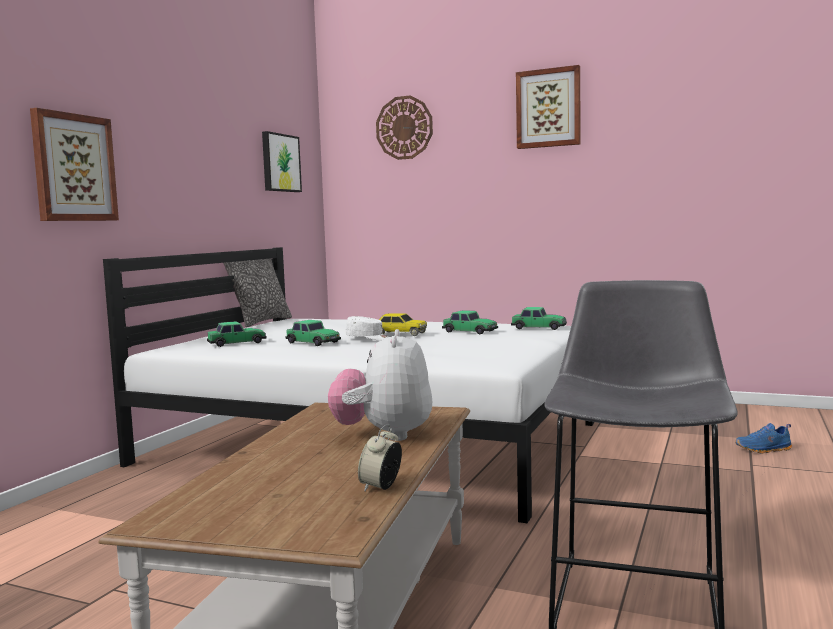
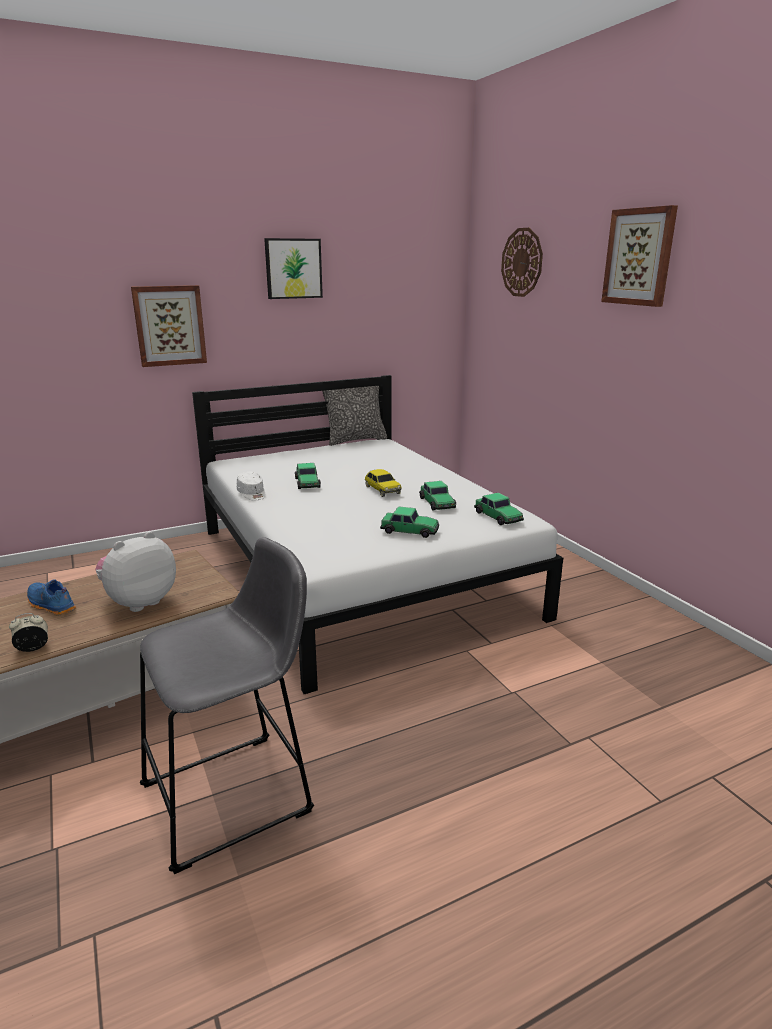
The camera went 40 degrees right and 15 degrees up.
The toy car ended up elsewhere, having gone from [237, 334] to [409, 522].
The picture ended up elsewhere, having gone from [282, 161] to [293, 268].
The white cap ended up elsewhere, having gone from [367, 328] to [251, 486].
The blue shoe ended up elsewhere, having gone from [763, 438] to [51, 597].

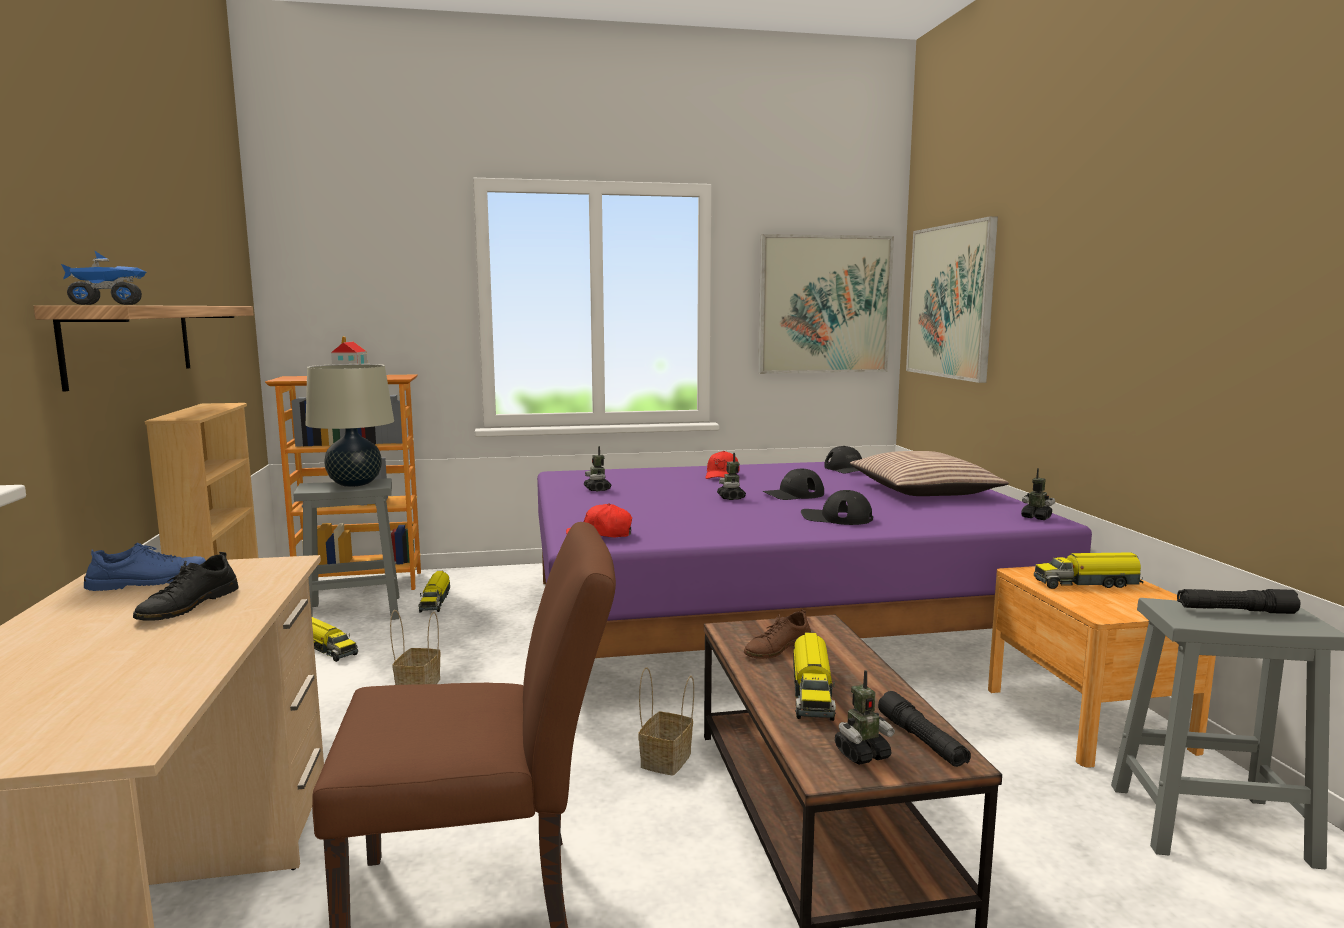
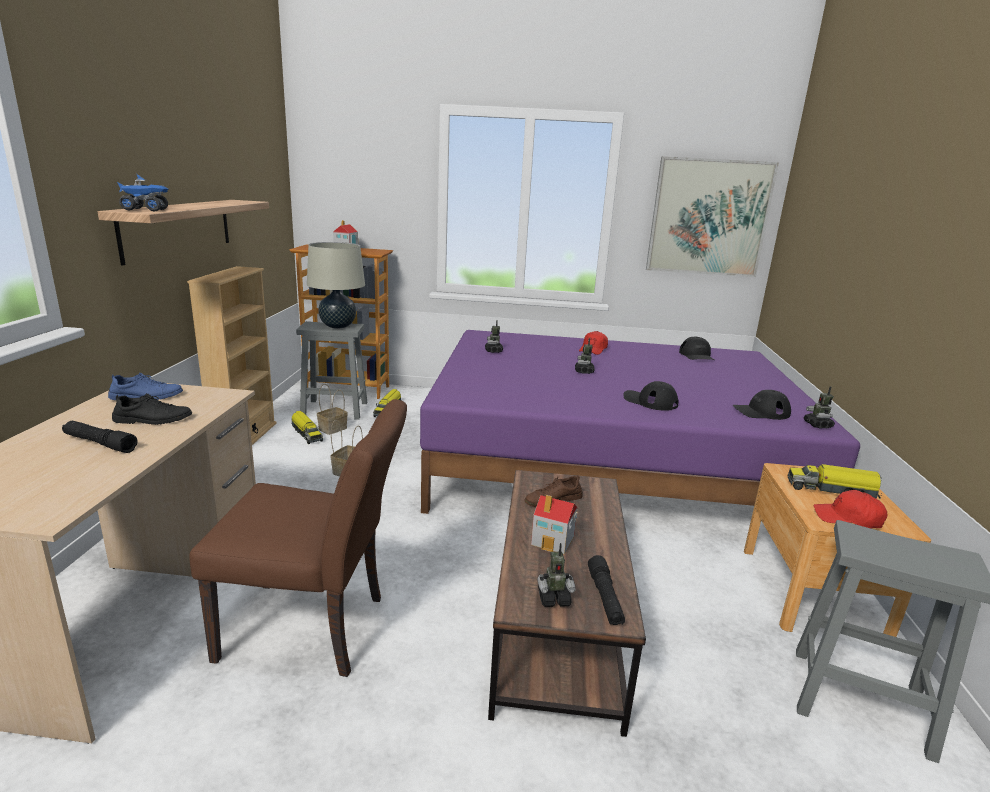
The camera went 15 degrees right and 10 degrees up.
The second view lost the pillow at [929, 473].
The second view lost the picture at [952, 299].
The red cap ended up elsewhere, having gone from [599, 520] to [850, 509].
The basket ended up elsewhere, having gone from [666, 721] to [332, 409].
The black cap ended up elsewhere, having gone from [793, 484] to [762, 405].
The black flashlight ended up elsewhere, having gone from [1239, 601] to [100, 437].
Where the toy truck stood at [814, 676], the toy house came to stand at [554, 524].
The black shoe at [186, 586] ended up facing another way, 135 degrees counterclockwise from before.
The toy robot at [1038, 494] ended up facing another way, 150 degrees counterclockwise from before.

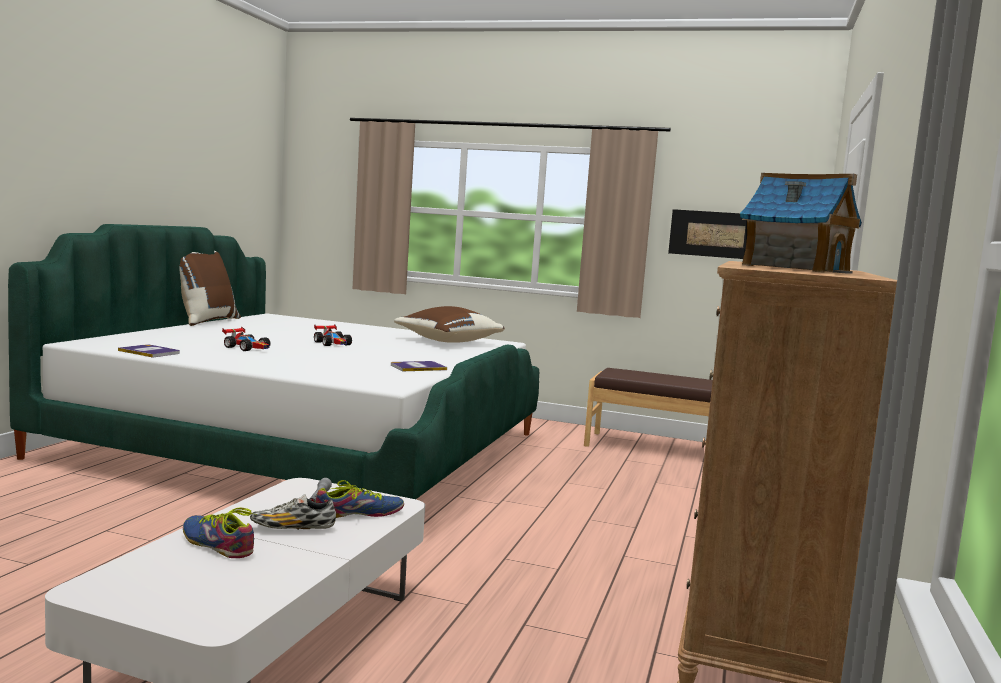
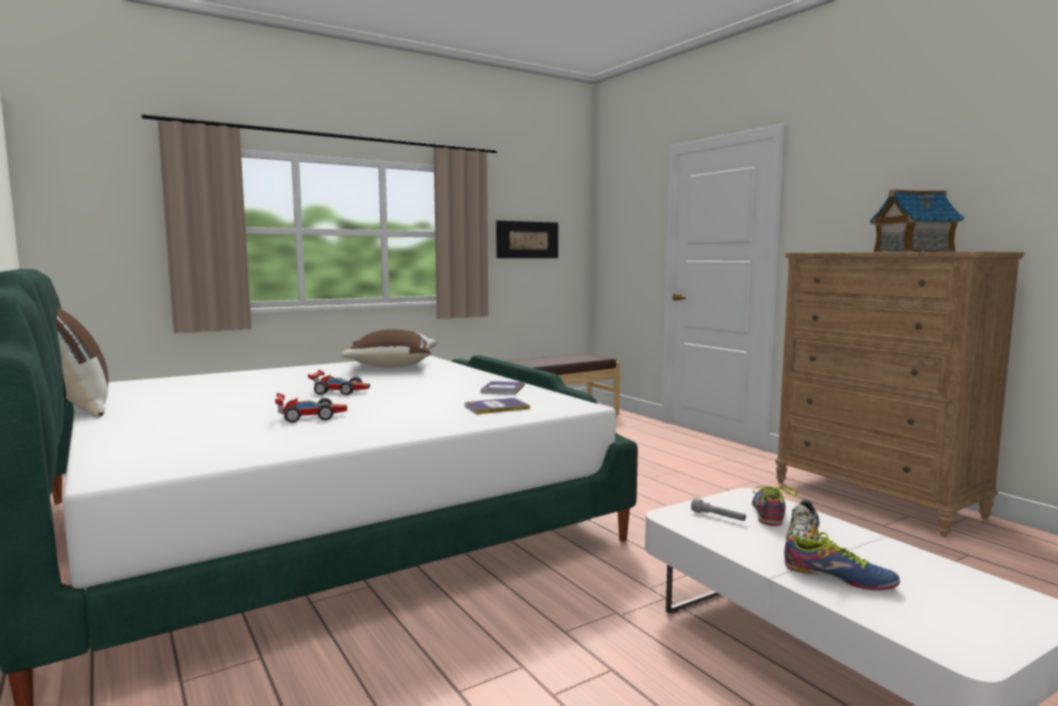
The camera went 50 degrees left and 0 degrees up.
The book ended up elsewhere, having gone from [149, 351] to [497, 406].
The shoe at [220, 532] ended up facing another way, 135 degrees counterclockwise from before.

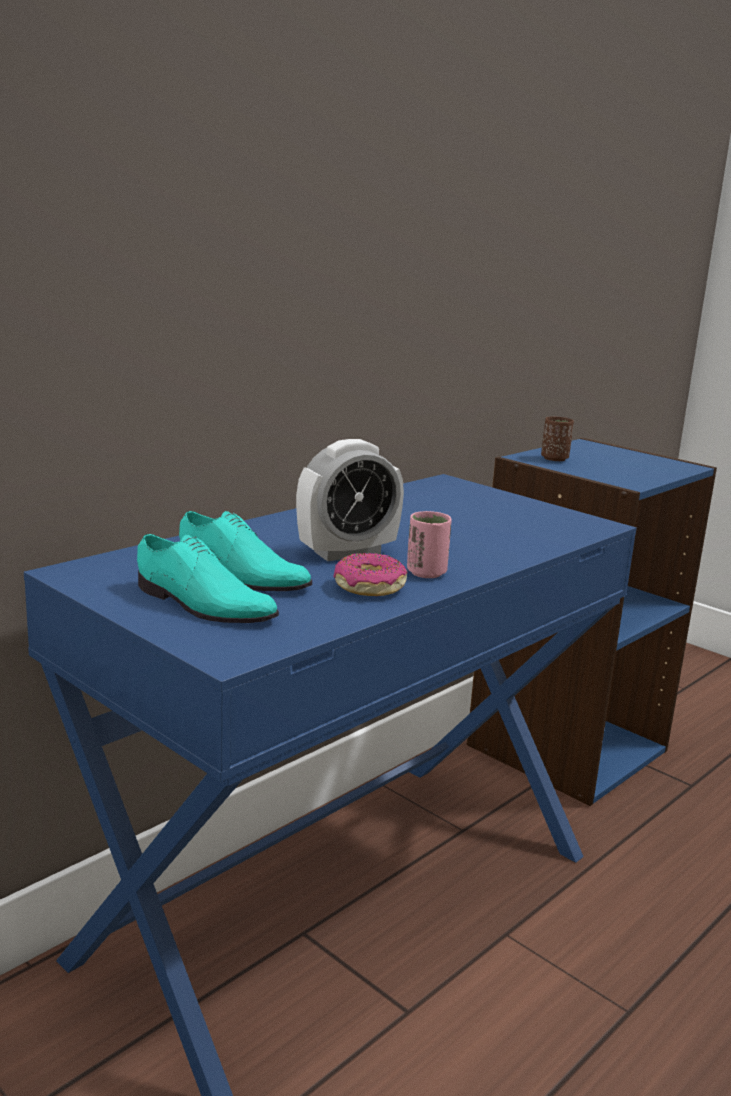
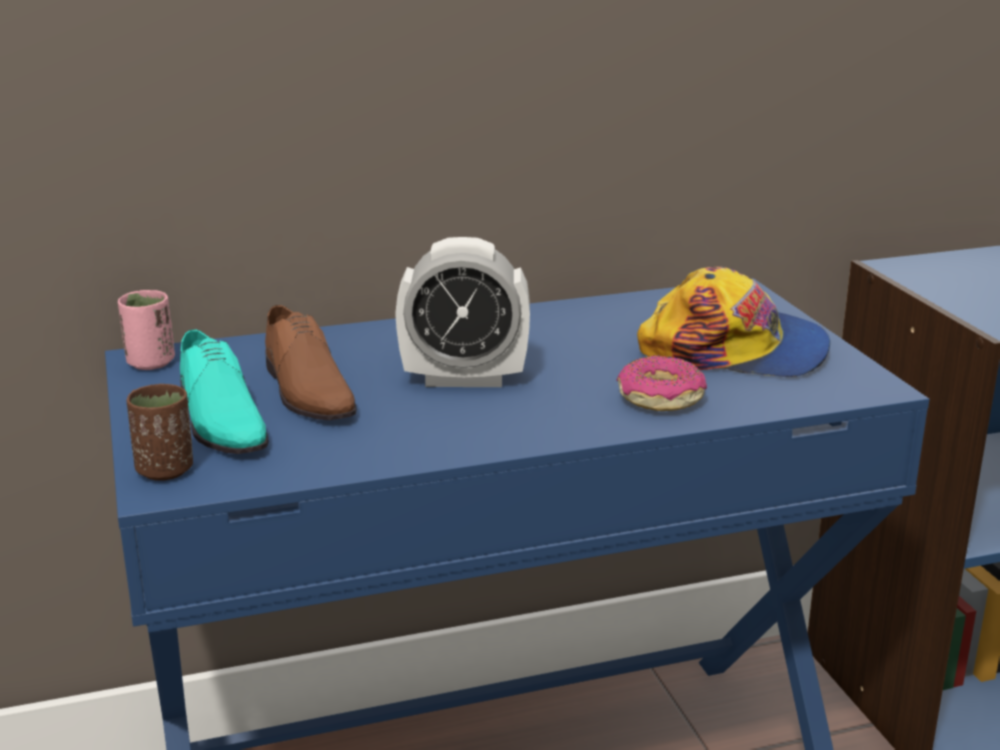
The camera went 30 degrees right and 5 degrees up.
The second view gained the cap at [733, 321].
The donut ended up elsewhere, having gone from [370, 574] to [662, 383].
The pink cup ended up elsewhere, having gone from [429, 544] to [146, 330].
The brown cup ended up elsewhere, having gone from [557, 438] to [159, 432].
What was the turquoise shoe at [245, 551] turned into the brown shoe at [311, 362].

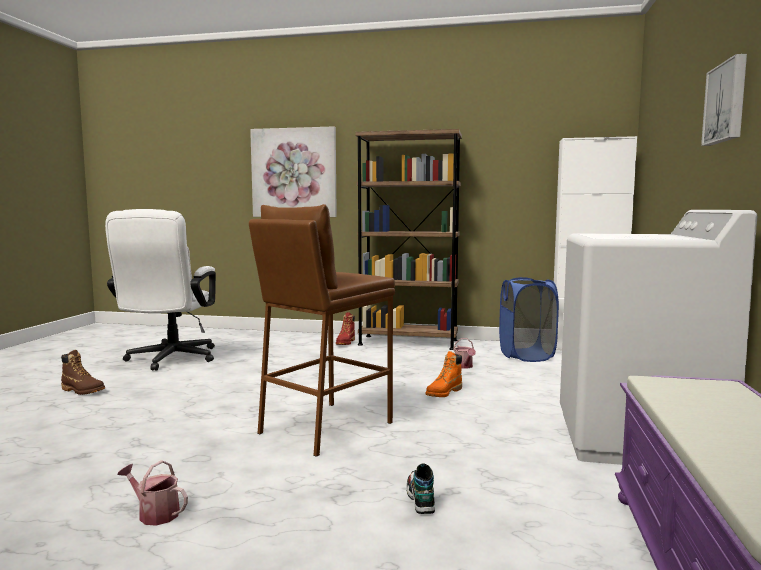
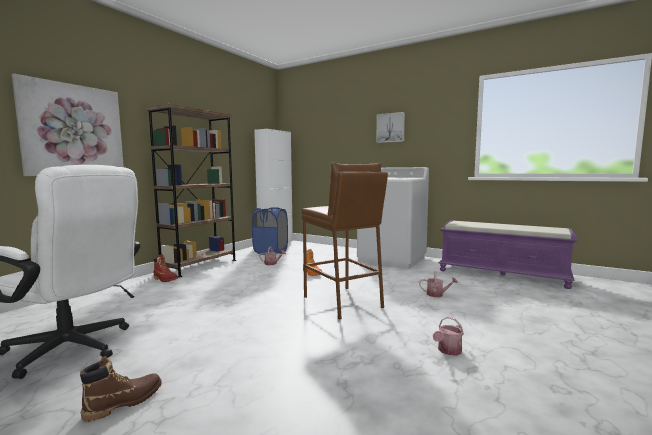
The camera went 70 degrees left and 0 degrees up.
Where the shoe stood at [420, 488], the watering can came to stand at [438, 284].

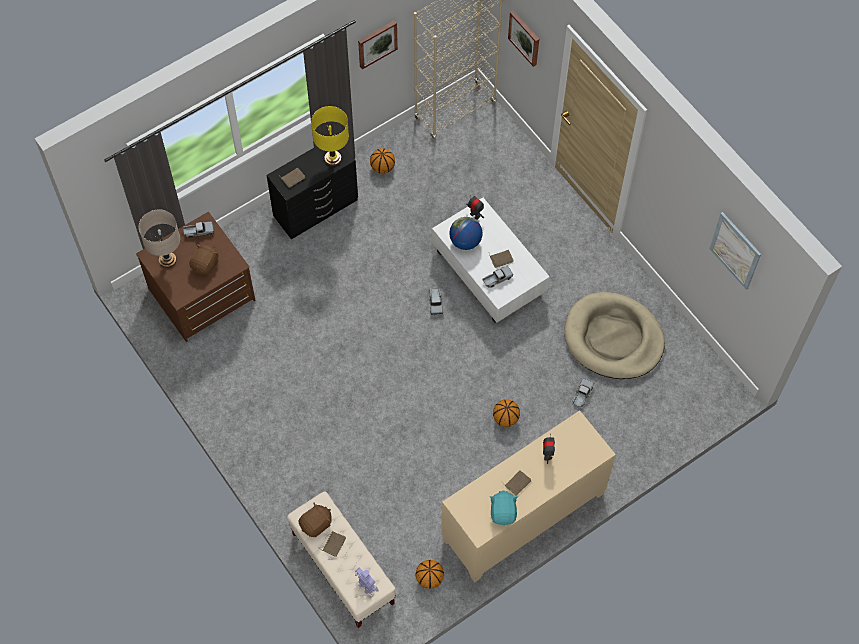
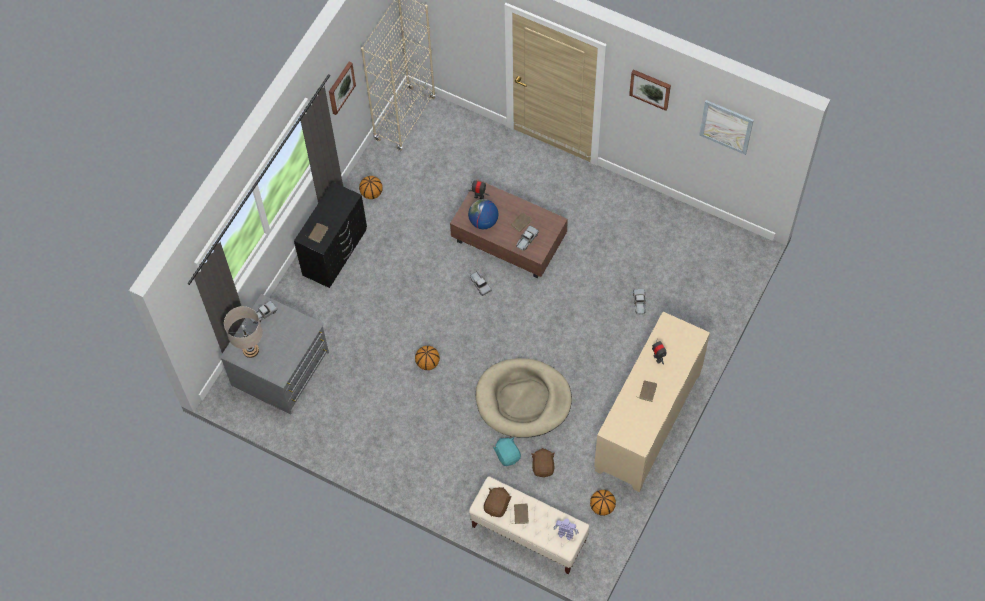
The camera went 25 degrees left and 0 degrees up.
The second view lost the yellow table lamp at [330, 136].
The brown plush toy ended up elsewhere, having gone from [204, 259] to [543, 463].
The turquoise plush toy ended up elsewhere, having gone from [504, 508] to [507, 451].
The basketball ended up elsewhere, having gone from [506, 413] to [427, 358].
The picture ended up elsewhere, having gone from [523, 38] to [650, 90].
The beige dog bed ended up elsewhere, having gone from [614, 335] to [524, 398].
What was the brown dresser at [195, 277] turned into the grey dresser at [274, 354].
What was the white coffee table at [491, 260] turned into the brown coffee table at [509, 228].

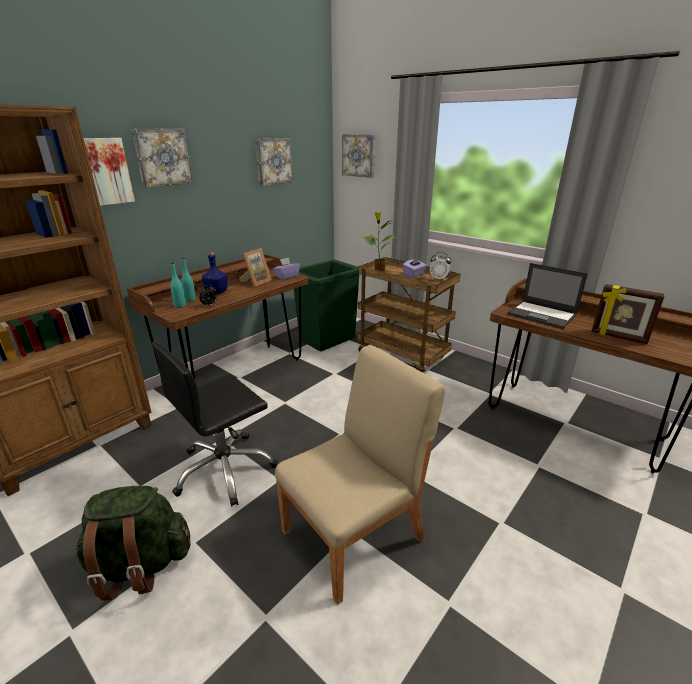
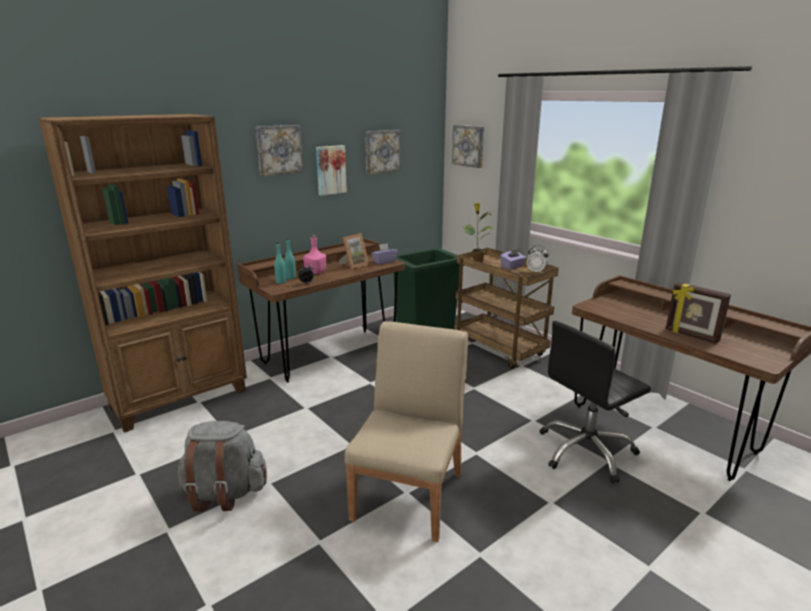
The camera went 10 degrees right and 5 degrees down.
The second view lost the laptop at [547, 296].
The picture ended up elsewhere, having gone from [109, 172] to [331, 170].
The black office chair ended up elsewhere, having gone from [214, 424] to [595, 402].
What was the green backpack at [133, 543] turned into the grey backpack at [222, 466].
What was the blue bottle at [215, 273] turned into the pink bottle at [315, 254].
The beige chair at [360, 475] ended up facing another way, 45 degrees counterclockwise from before.

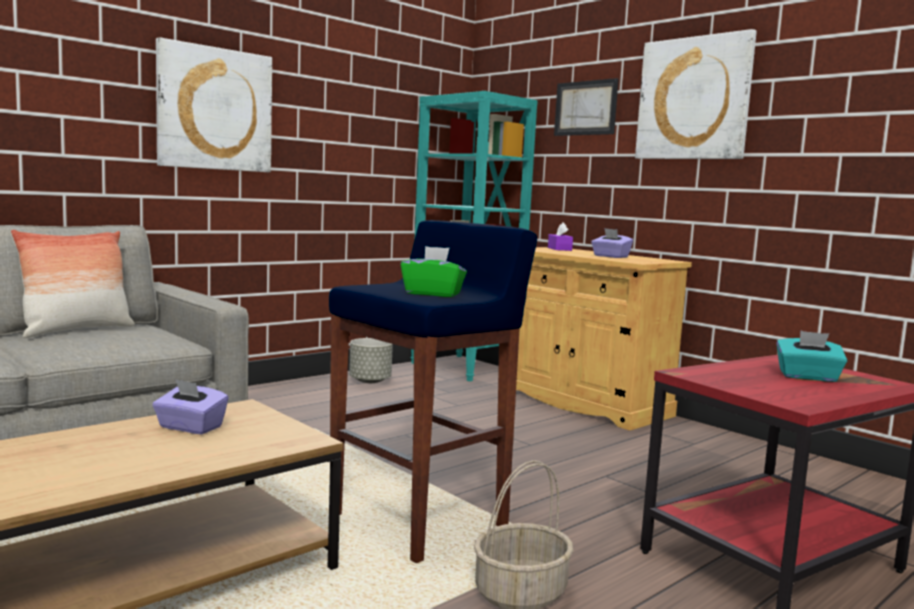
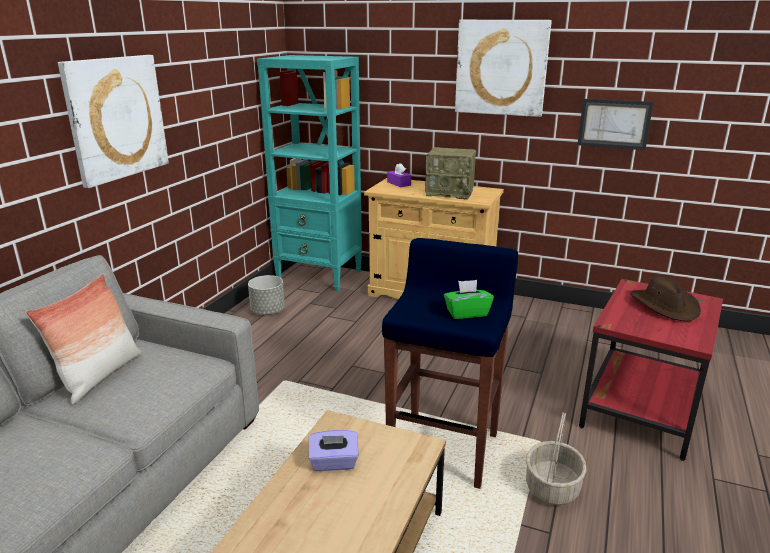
The camera went 25 degrees left and 15 degrees up.
The picture ended up elsewhere, having gone from [586, 107] to [615, 124].
Where the purple tissue box stood at [612, 243], the radio came to stand at [450, 173].
Where the turquoise tissue box stood at [811, 356], the brown hat came to stand at [665, 299].

